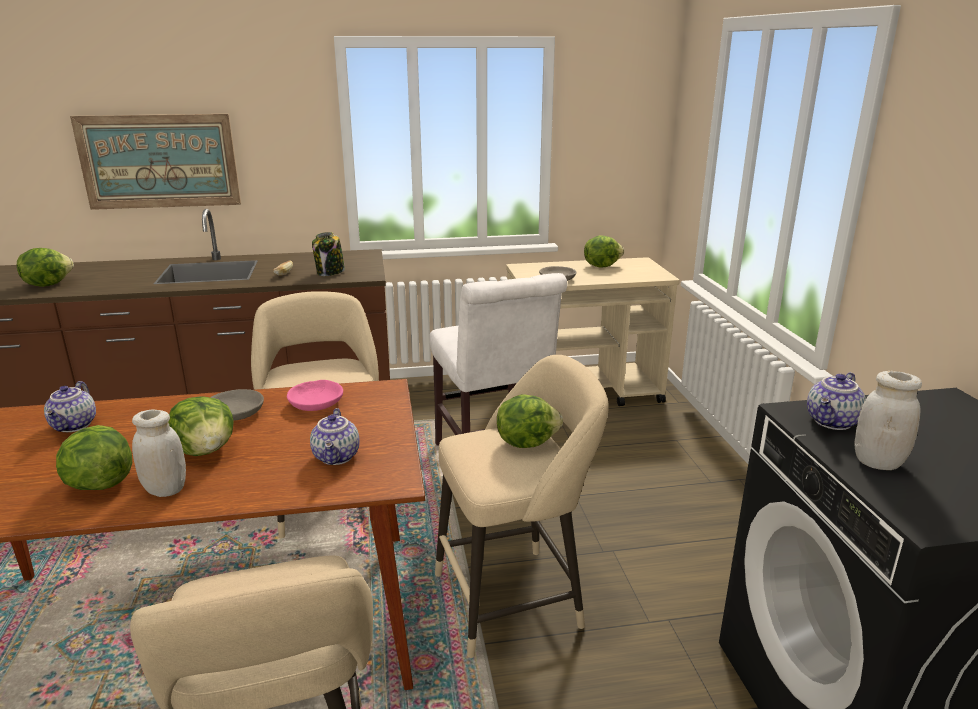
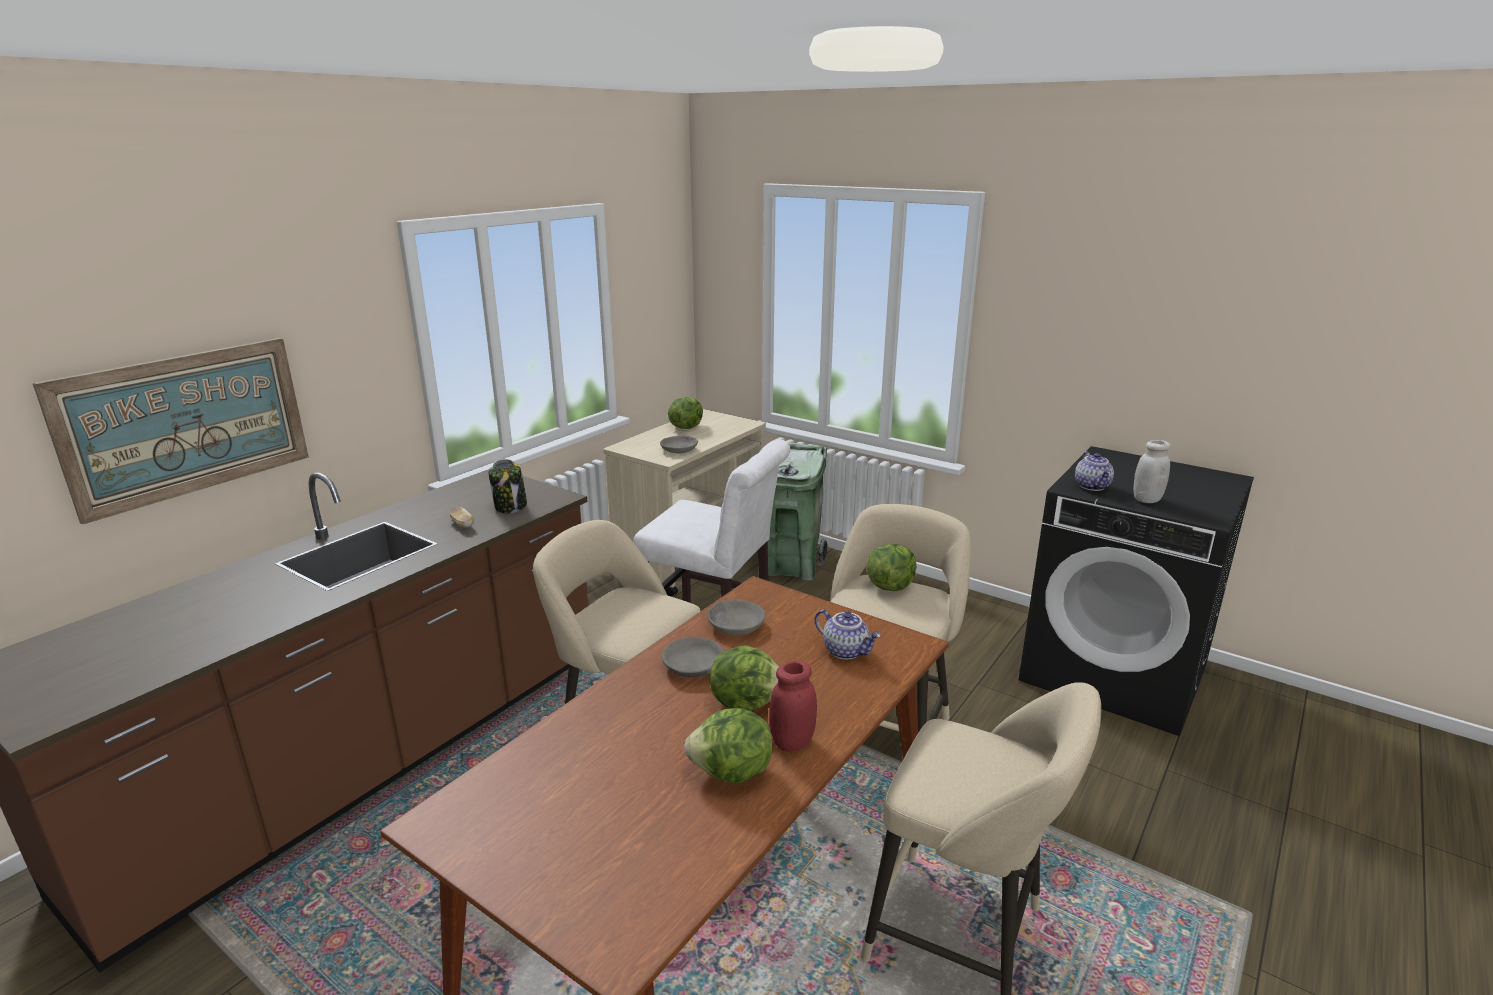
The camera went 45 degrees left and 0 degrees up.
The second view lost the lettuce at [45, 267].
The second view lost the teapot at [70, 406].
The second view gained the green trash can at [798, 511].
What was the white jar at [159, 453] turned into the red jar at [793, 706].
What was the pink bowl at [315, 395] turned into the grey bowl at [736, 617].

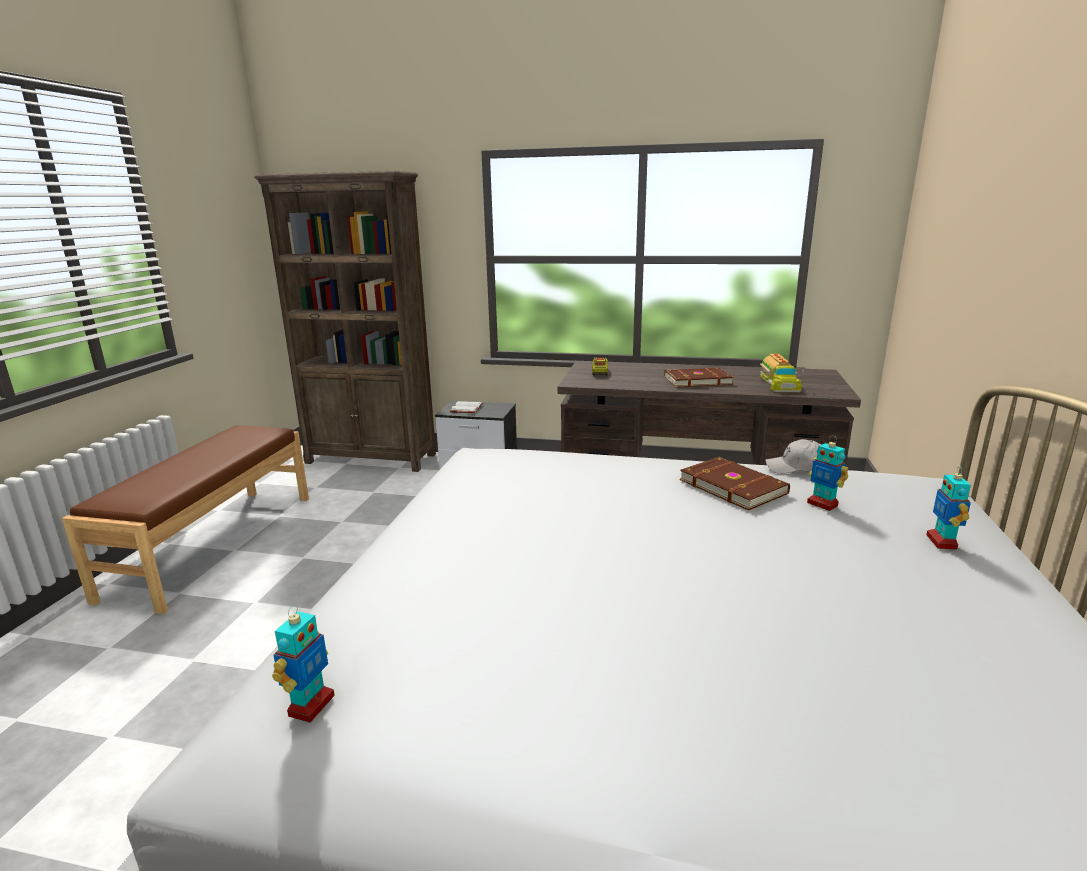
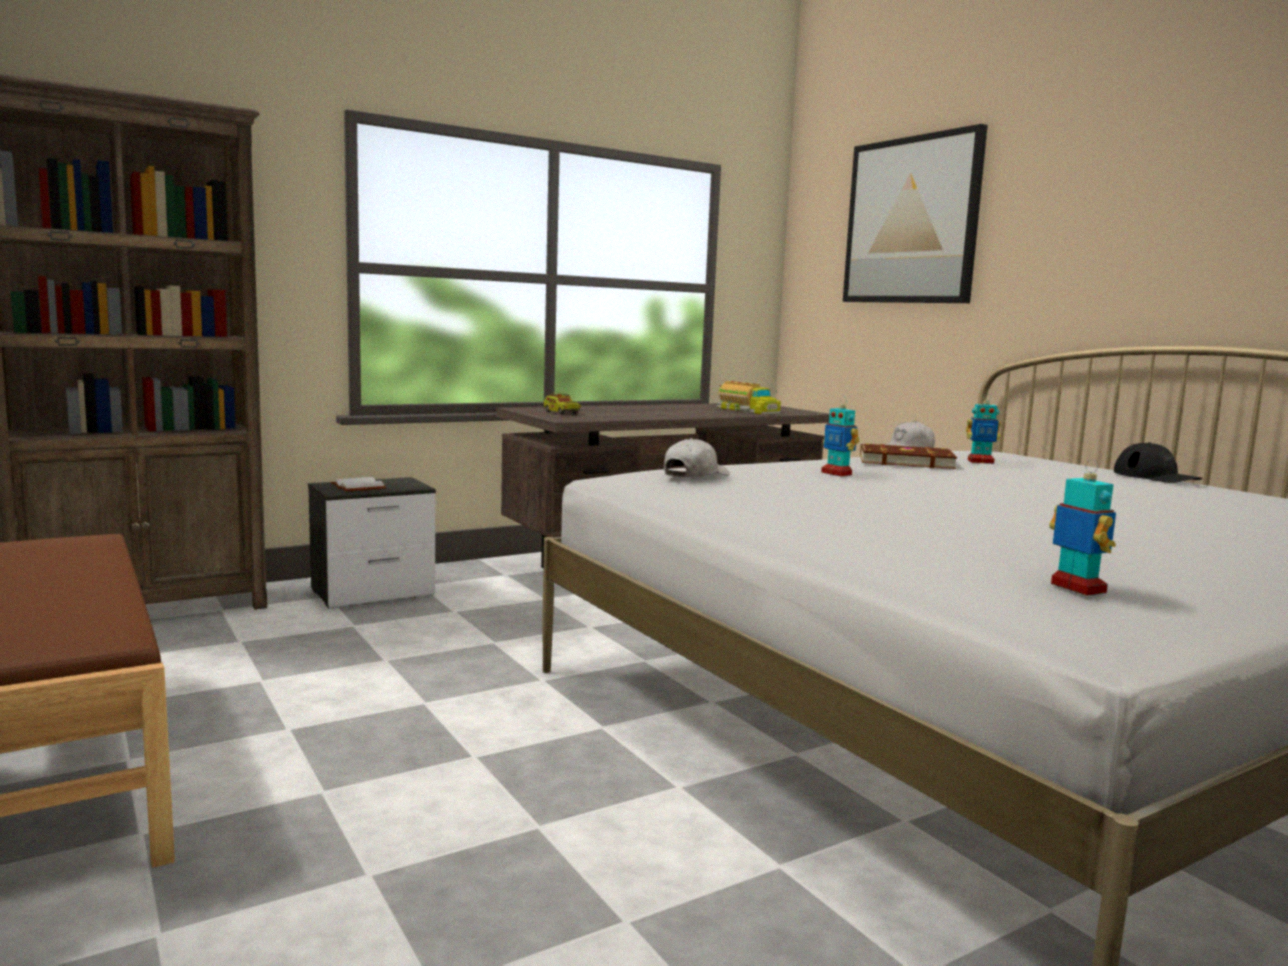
The camera went 45 degrees left and 10 degrees down.
The second view lost the brown book at [699, 377].
The second view gained the white cap at [697, 458].
The second view gained the picture at [915, 213].
The second view gained the black cap at [1158, 462].
The toy robot ended up elsewhere, having gone from [948, 508] to [840, 436].

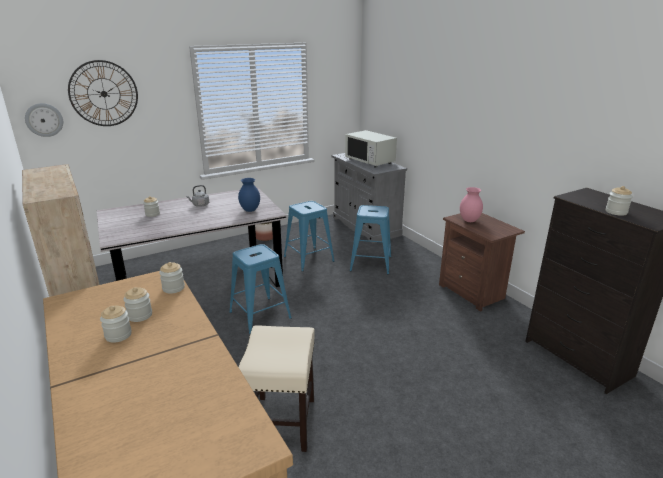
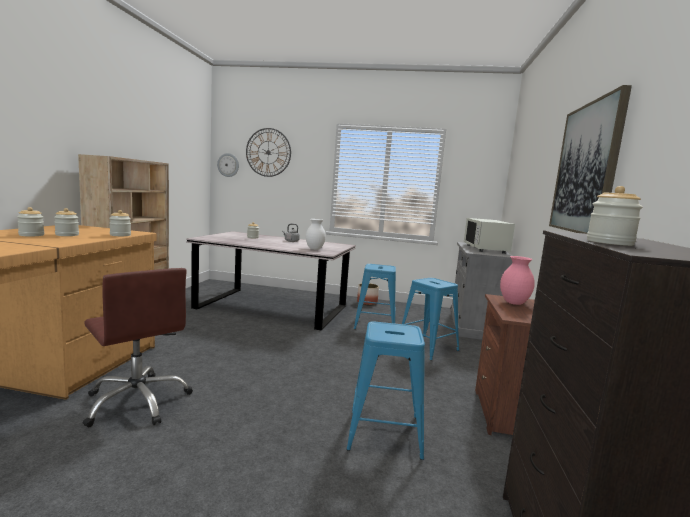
The camera went 40 degrees right and 15 degrees down.
The second view gained the picture at [590, 159].
The blue stool ended up elsewhere, having gone from [260, 289] to [385, 390].
Where the beige stool stood at [277, 388], the brown office chair came to stand at [138, 347].
What was the blue vase at [249, 195] turned into the white vase at [316, 234].

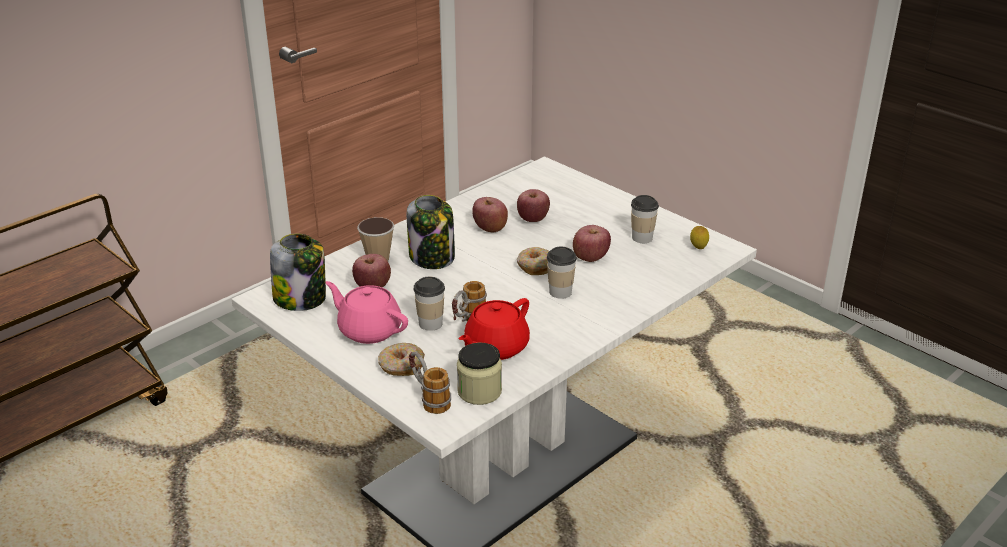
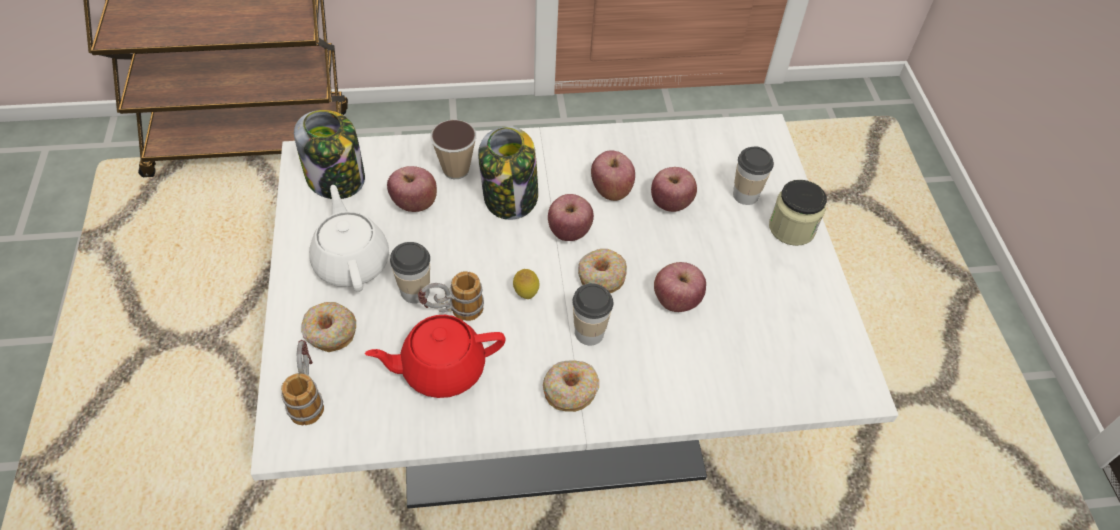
The camera went 35 degrees right and 20 degrees up.
The second view gained the donut at [571, 386].
The second view gained the apple at [571, 217].
The jar ended up elsewhere, having gone from [479, 373] to [798, 213].
The cup ended up elsewhere, having gone from [645, 219] to [753, 175].
The lemon ended up elsewhere, having gone from [699, 237] to [526, 284].
What was the pink teapot at [366, 312] turned into the white teapot at [349, 238].

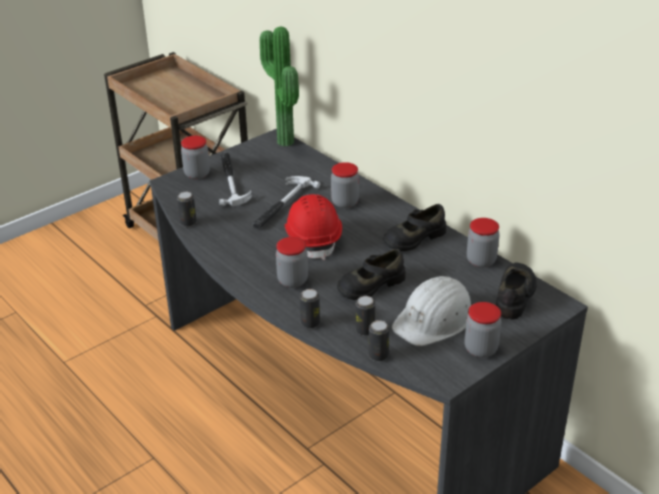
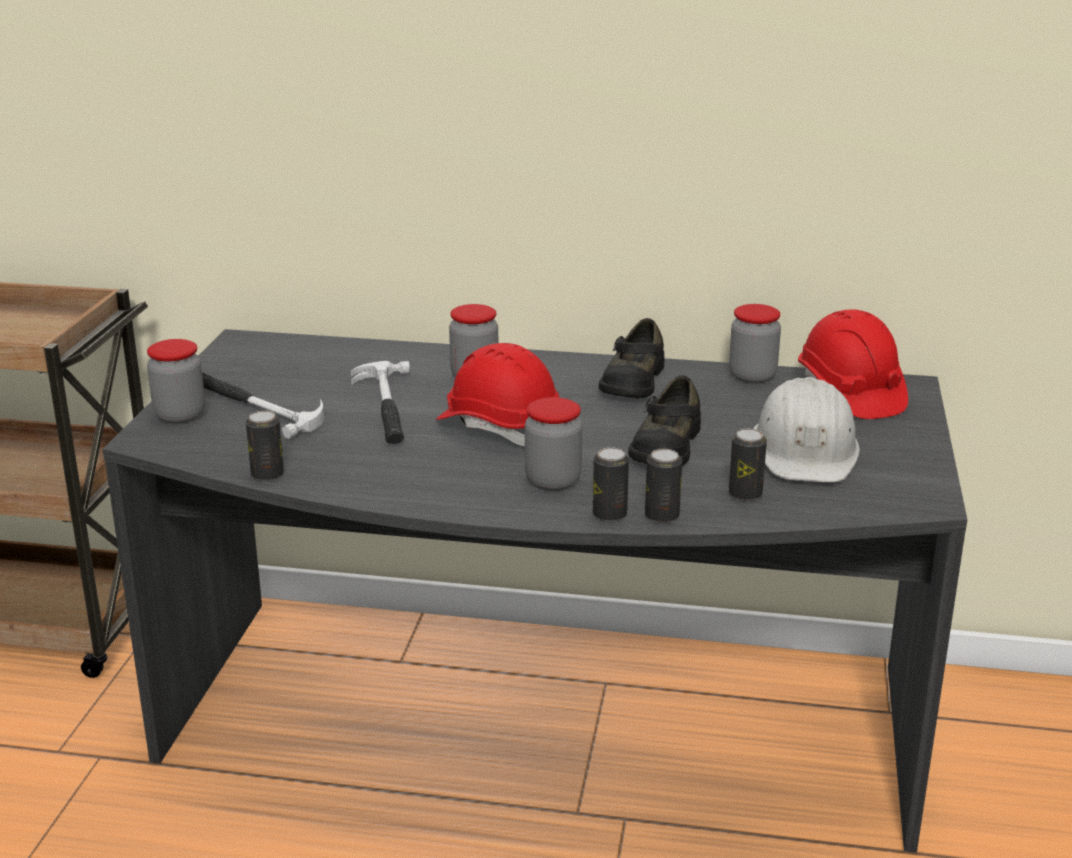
The camera went 40 degrees left and 10 degrees down.
The second view lost the potted plant at [279, 86].
The second view lost the jar at [483, 330].
The can ended up elsewhere, having gone from [379, 340] to [611, 484].
Where the black shoe stood at [516, 291], the red hard hat came to stand at [853, 364].

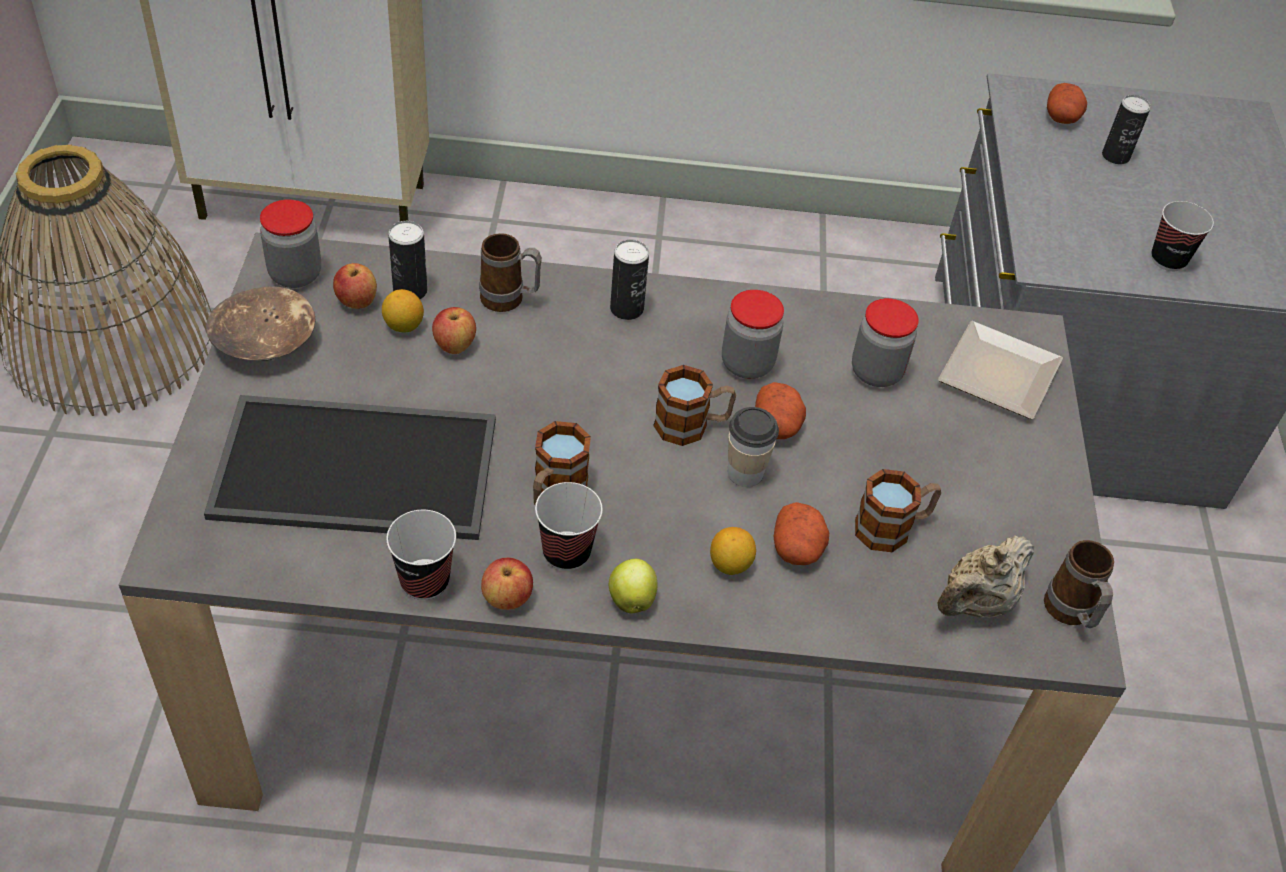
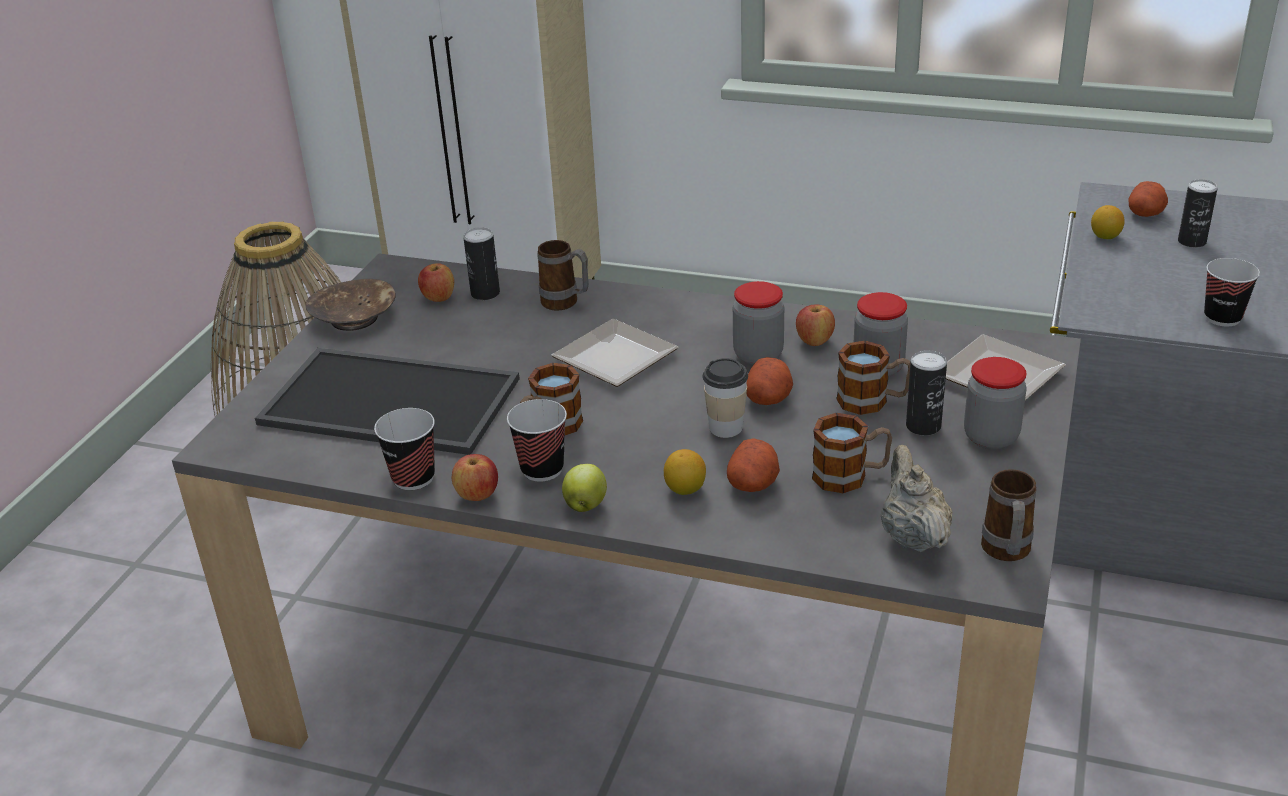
The camera went 20 degrees right and 15 degrees down.
The second view gained the plate at [615, 353].
The jar ended up elsewhere, having gone from [290, 243] to [995, 403].
The lemon ended up elsewhere, having gone from [403, 310] to [1108, 222].
The apple ended up elsewhere, having gone from [454, 330] to [815, 325].
The can ended up elsewhere, having gone from [629, 280] to [926, 393].
The mug ended up elsewhere, having gone from [694, 405] to [873, 378].
The beige teapot at [986, 576] ended up facing another way, 105 degrees clockwise from before.

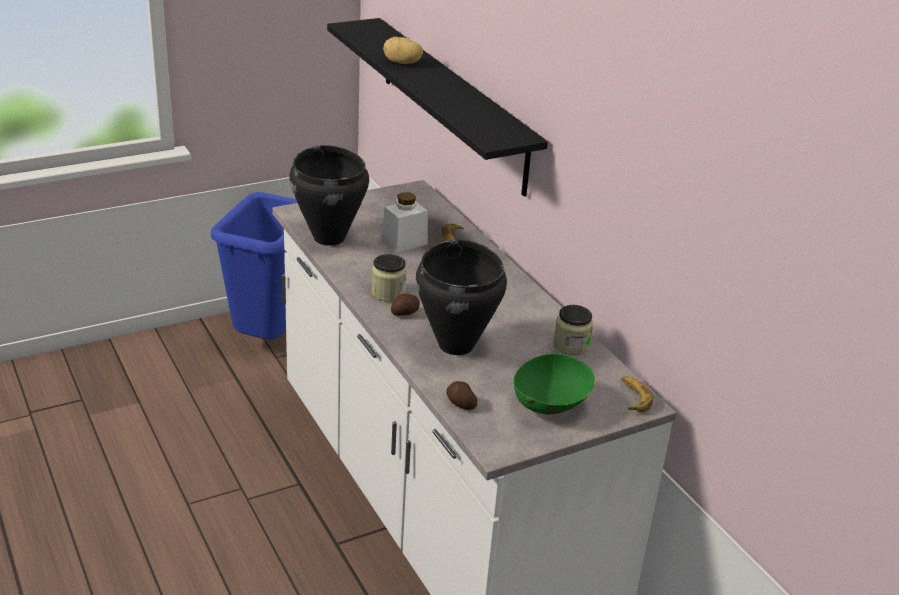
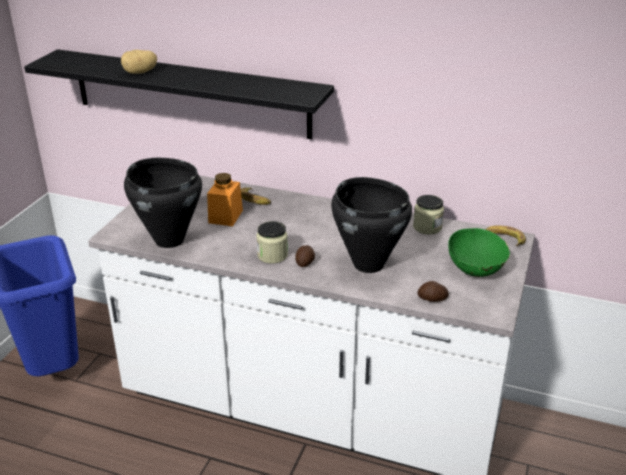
The camera went 40 degrees left and 0 degrees up.
What was the white jar at [405, 222] turned into the orange jar at [225, 199].

